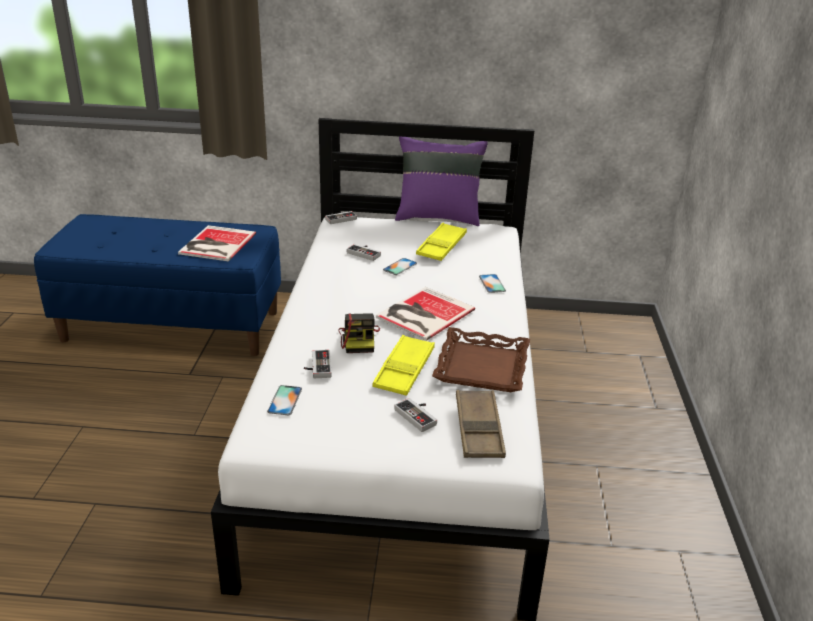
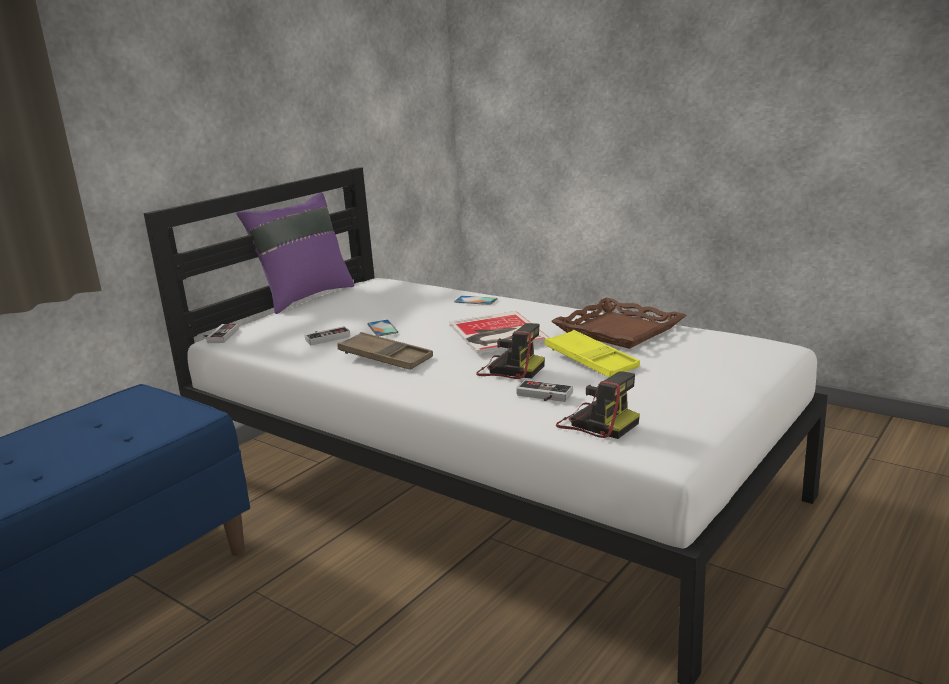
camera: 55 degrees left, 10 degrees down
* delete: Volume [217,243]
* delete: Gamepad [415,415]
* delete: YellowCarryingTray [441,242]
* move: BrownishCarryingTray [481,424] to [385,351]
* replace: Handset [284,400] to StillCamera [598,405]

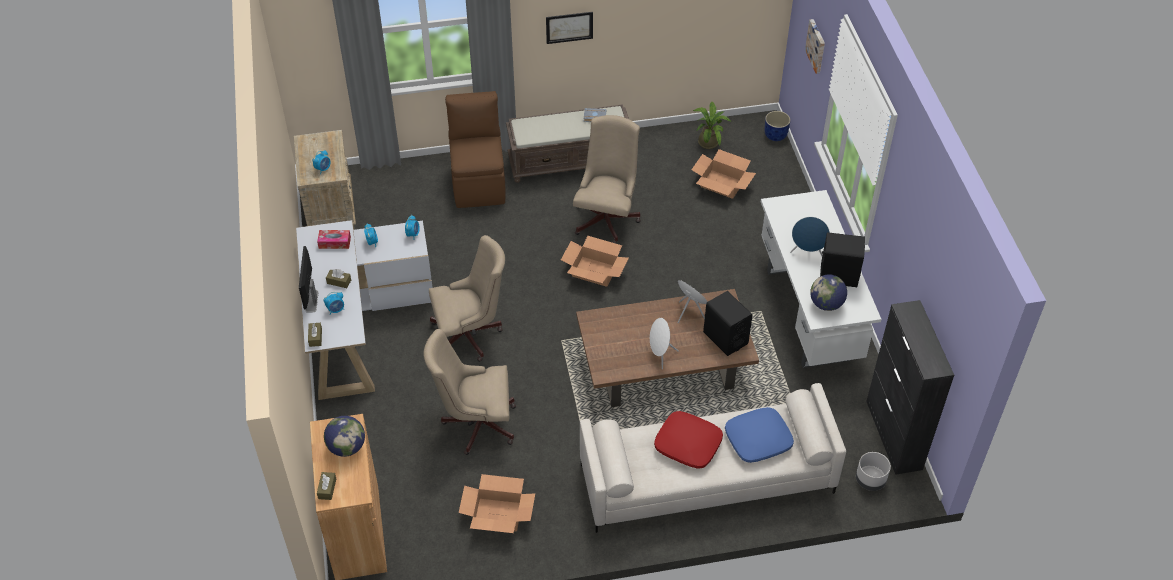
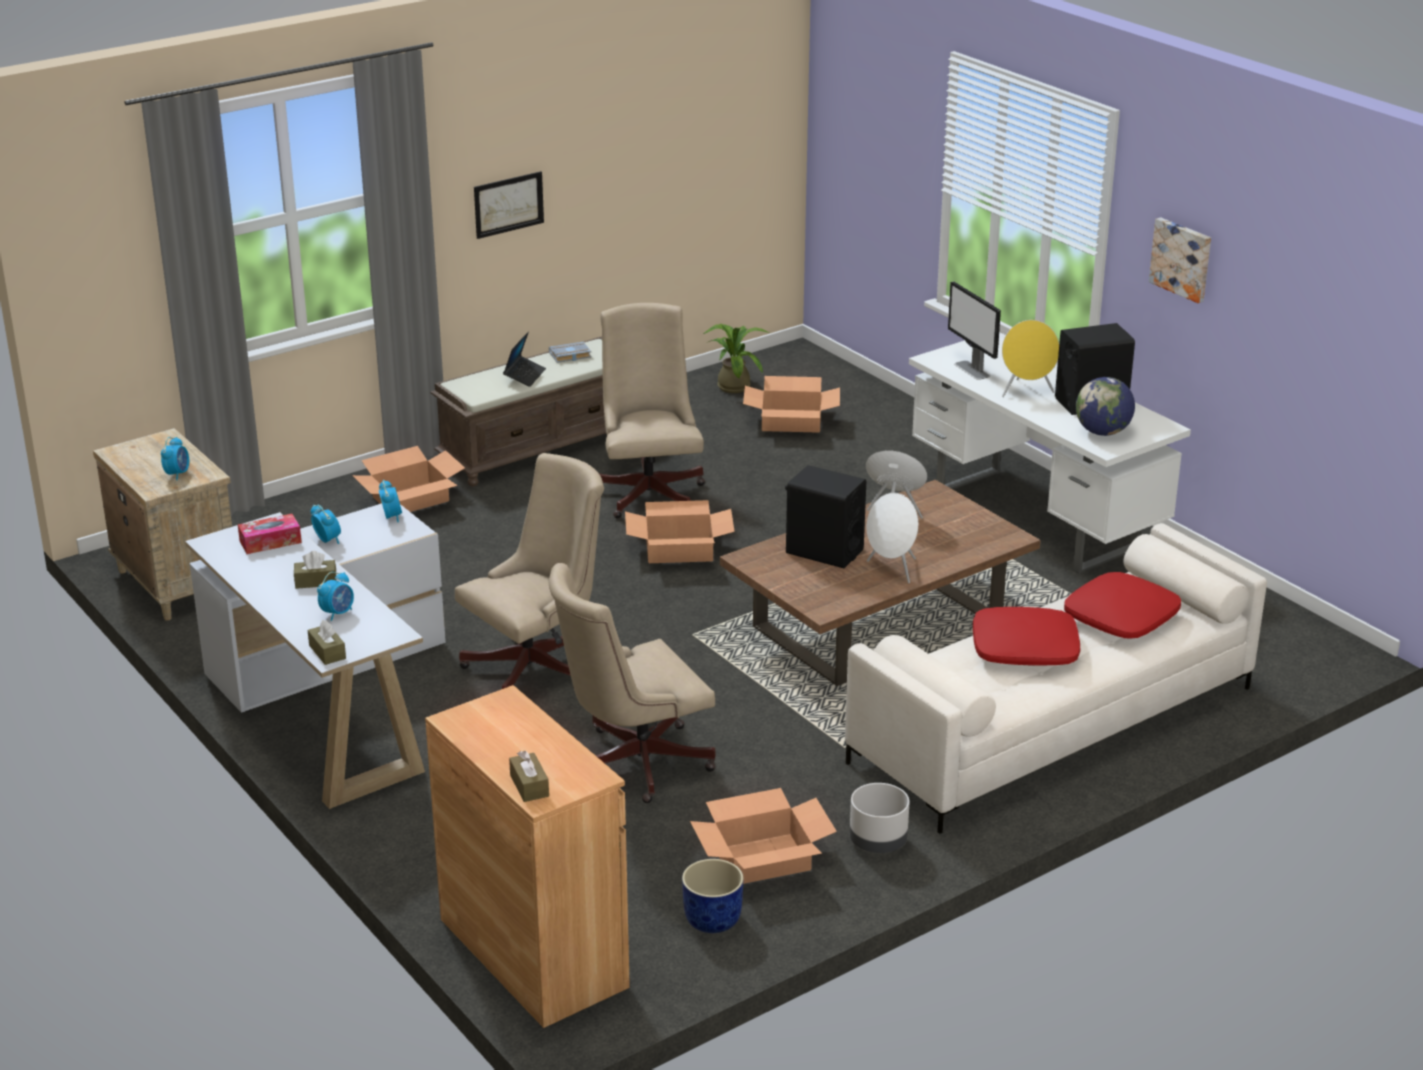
camera: 25 degrees left, 20 degrees down
* delete: Globe [344,436]
* delete: BlackColouredCabinet [910,387]
* insert: NotebookComputer [524,359]
* move: ComputerScreen [308,279] to [974,330]
* move: BlackColouredLoudspeaker [727,323] to [825,516]
* move: BlueFlowerPot [777,126] to [713,896]
* move: WallArt [815,46] to [1180,260]
* move: GreyishFlowerPot [873,471] to [880,818]
* replace: BrownishPlainChair [475,149] to CardboardBox [408,479]
* recolor: BlueCushion [759,435] to RedColouredCushion [1122,605]
* recolor: BlueLoudspeaker [810,236] to YellowLoudspeaker [1030,358]

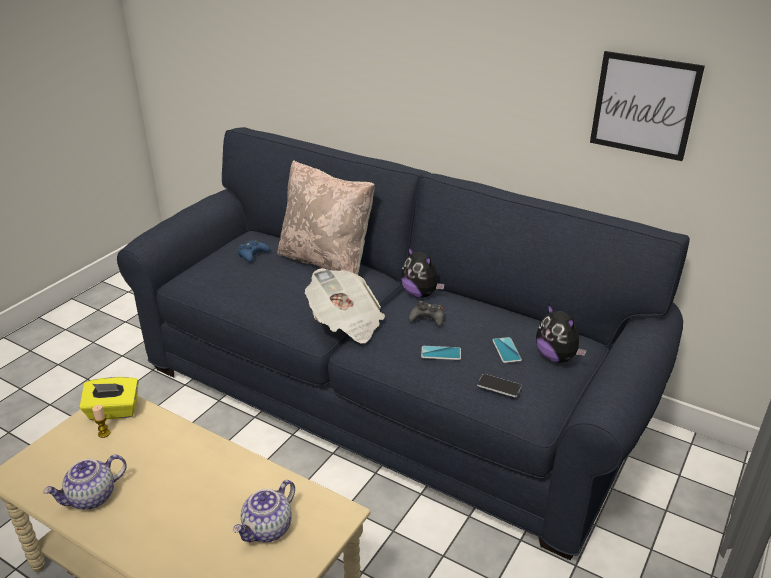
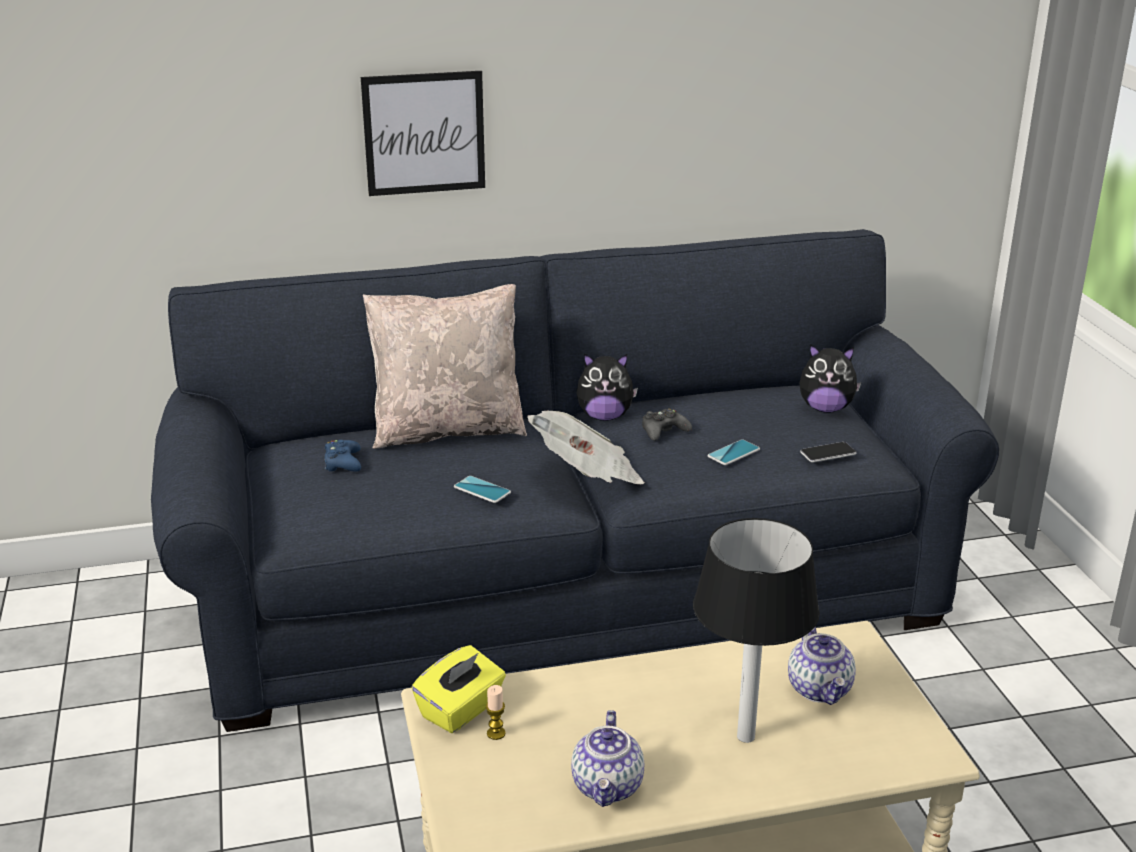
camera: 45 degrees left, 5 degrees down
* insert: TabletopLamp [756,630]
* move: Handset [507,350] to [482,489]
* move: WallArt [647,106] to [423,133]

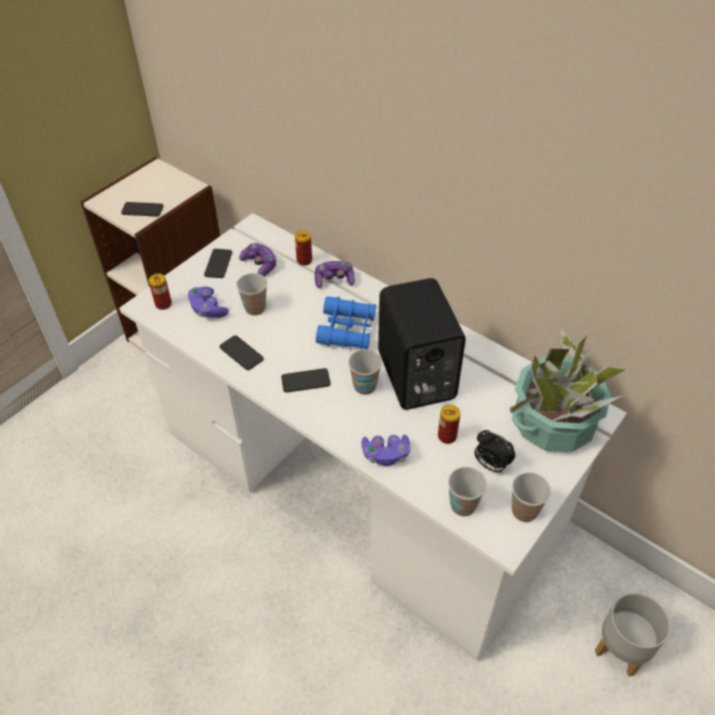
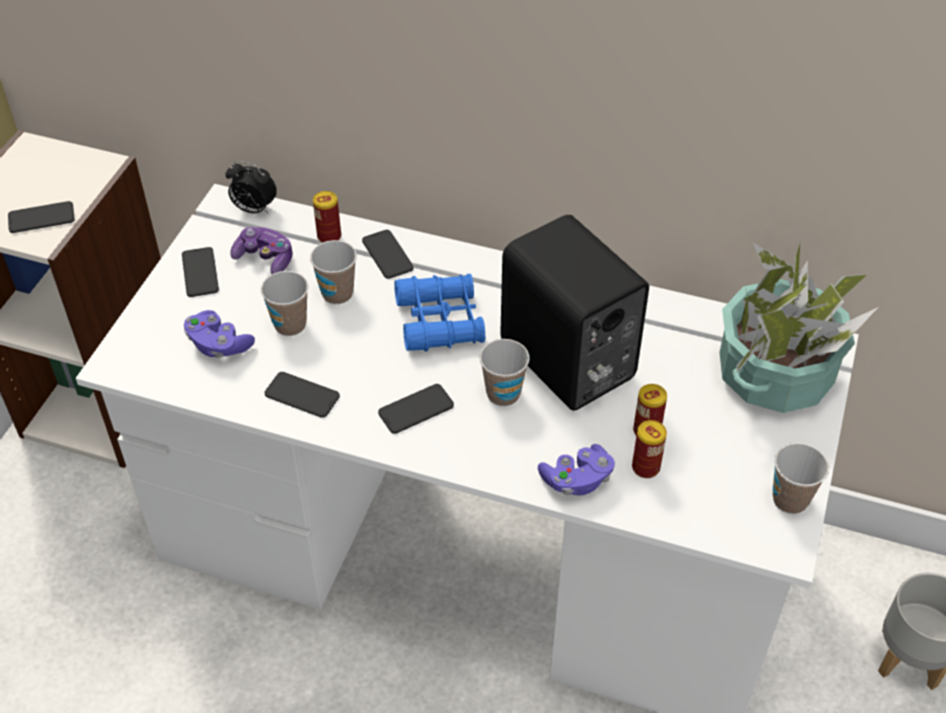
camera: 20 degrees left, 0 degrees up
* move: SealedCan [160,292] to [649,449]
* move: DrinkingCup [467,491] to [333,272]
* move: TableClock [495,451] to [251,187]
* replace: Gamepad [335,274] to Handset [388,254]

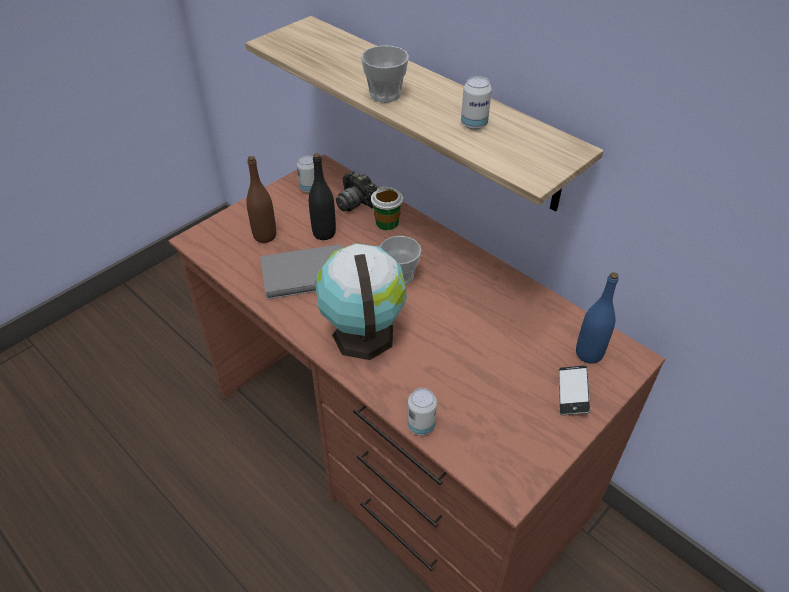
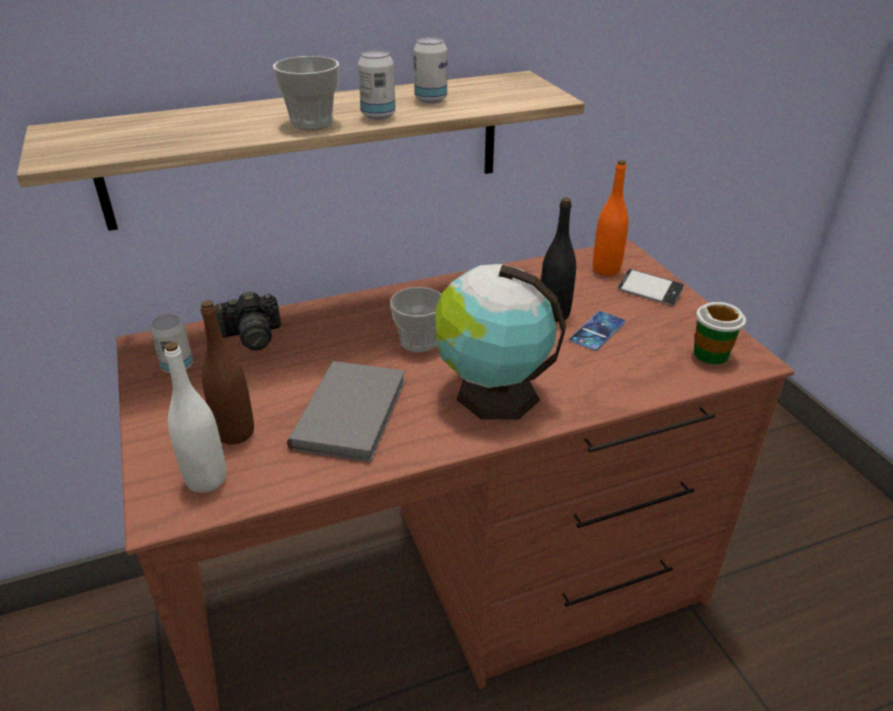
camera: 65 degrees left, 10 degrees down
* insert: WhitishBeverageBottle [195,417]
* insert: Handset [597,331]
* move: BlackColouredBeverageBottle [322,196] to [558,260]
* move: DrinkingCup [387,208] to [720,333]
* move: SealedCan [422,411] to [377,85]
* recolor: BlueBeverageBottle [597,318] to OrangeBeverageBottle [610,218]

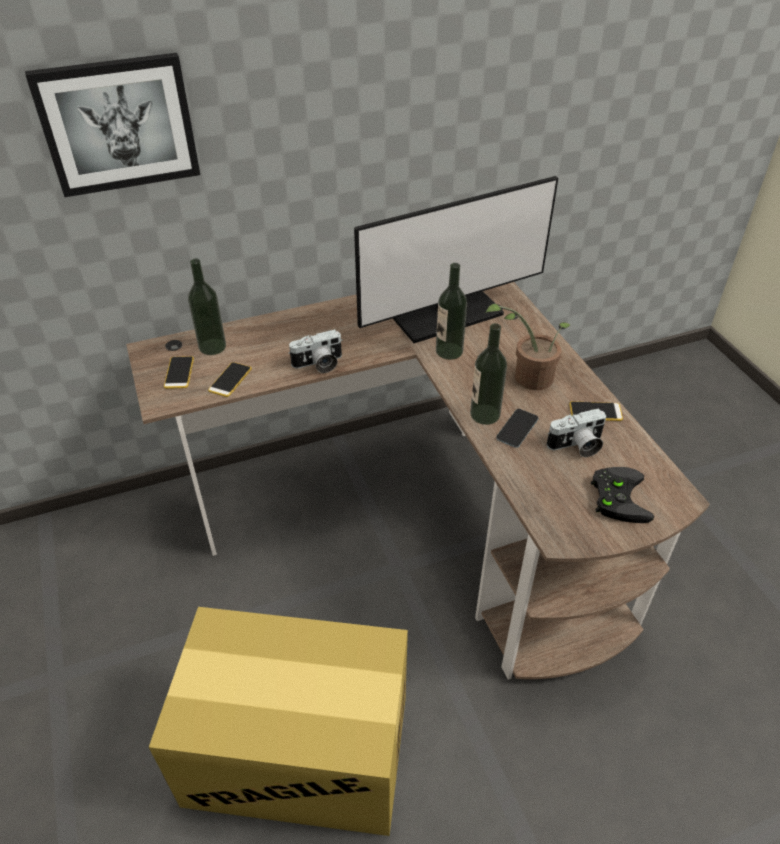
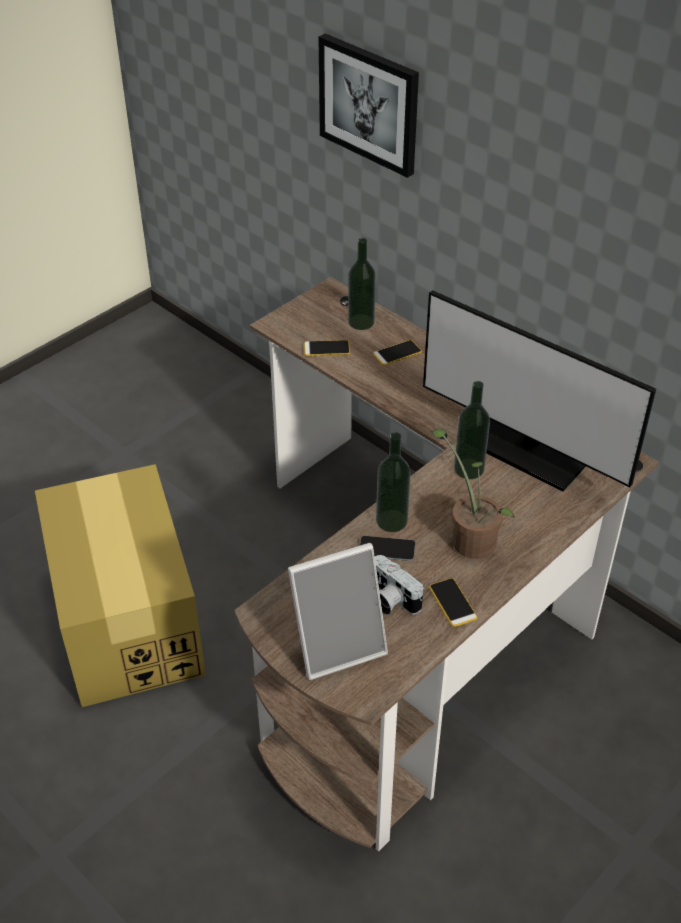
camera: 65 degrees right, 0 degrees up
* delete: StillCamera [315,351]
* move: Handset [179,372] to [397,353]
* replace: BlackColouredGamepad [622,495] to PictureFrame [338,611]

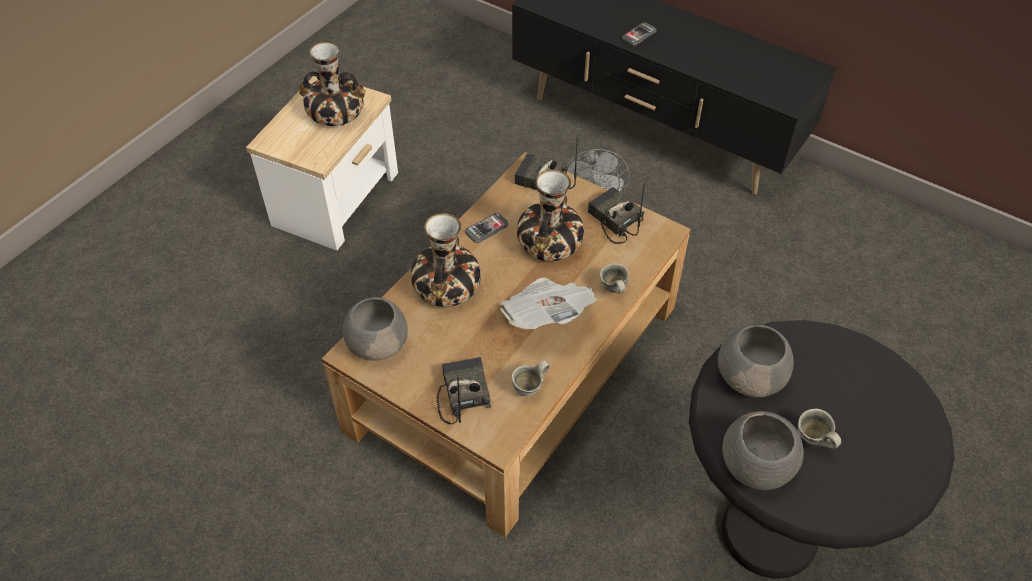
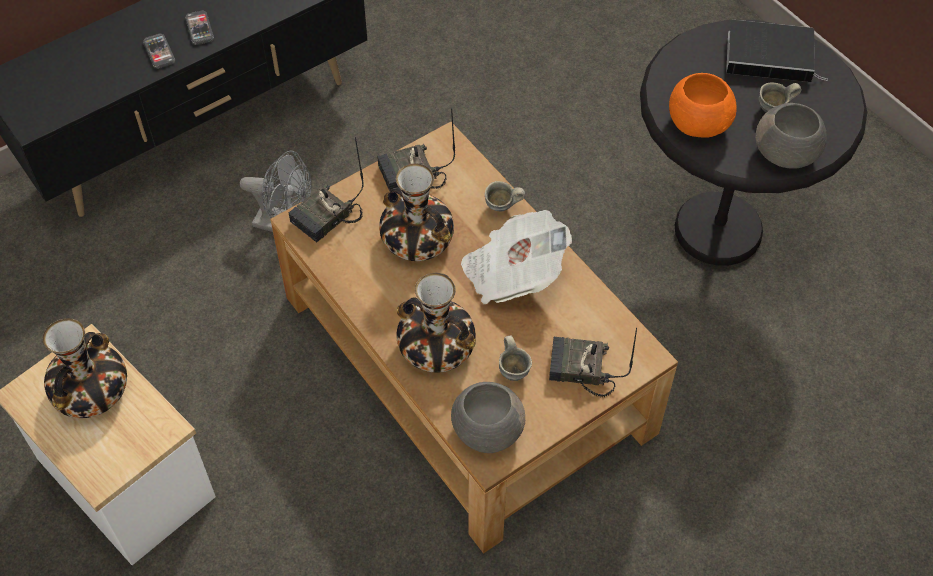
camera: 70 degrees left, 5 degrees up
* insert: Volume [777,51]
* move: Handset [487,228] to [199,28]
* move: GreyishTeaMug [531,378] to [515,358]
* recolor: GreyishDeepDish [756,361] to OrangeDeepDish [703,105]

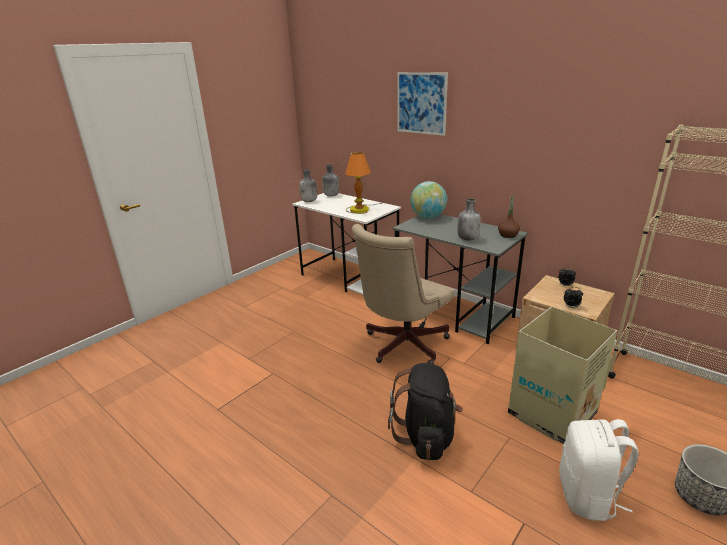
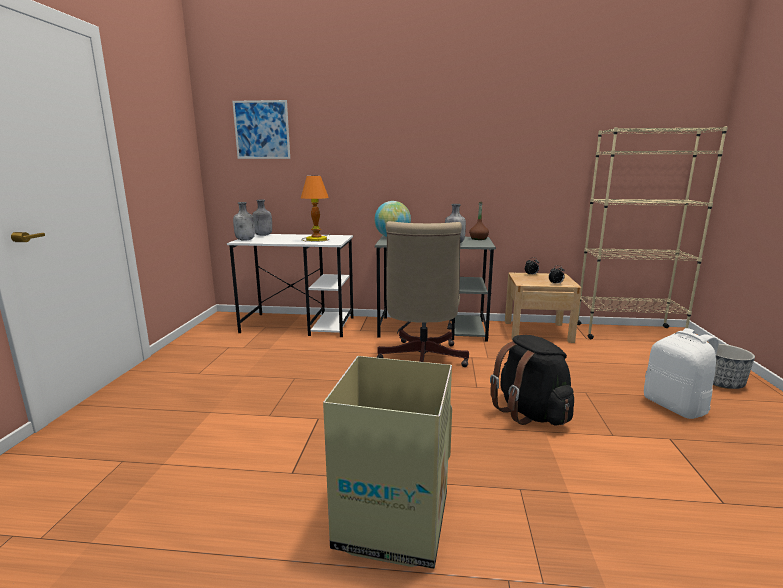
camera: 35 degrees left, 10 degrees down
* move: WallArt [422,104] to [261,129]
* move: CardboardBox [562,375] to [387,462]

